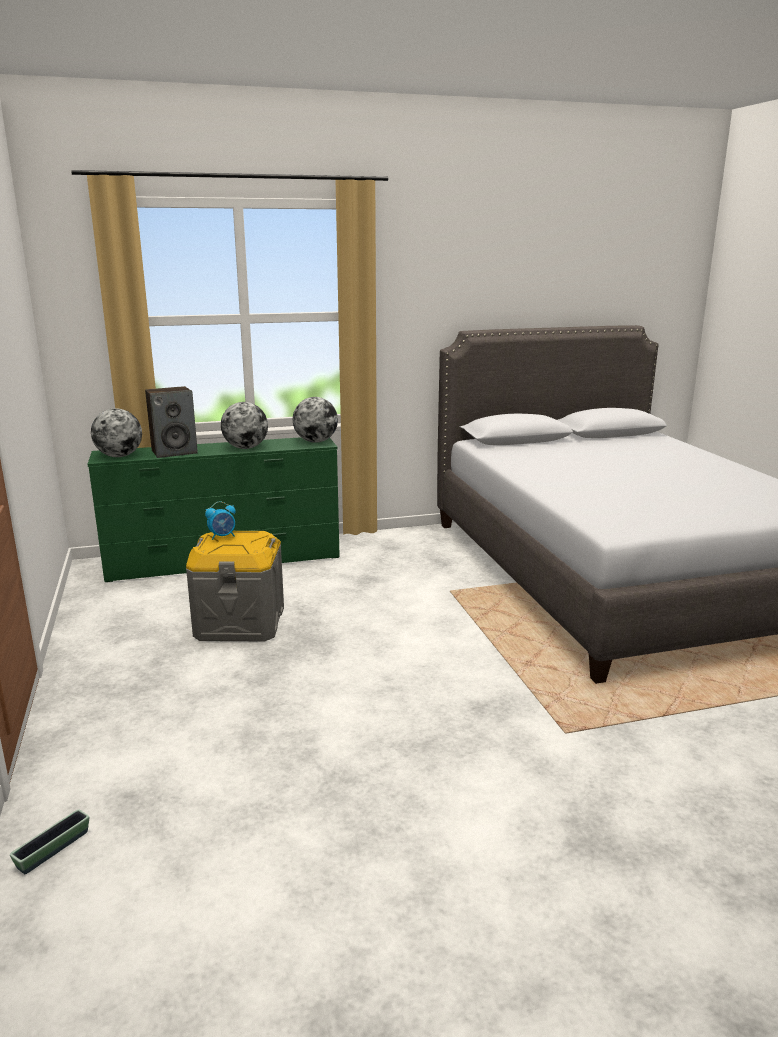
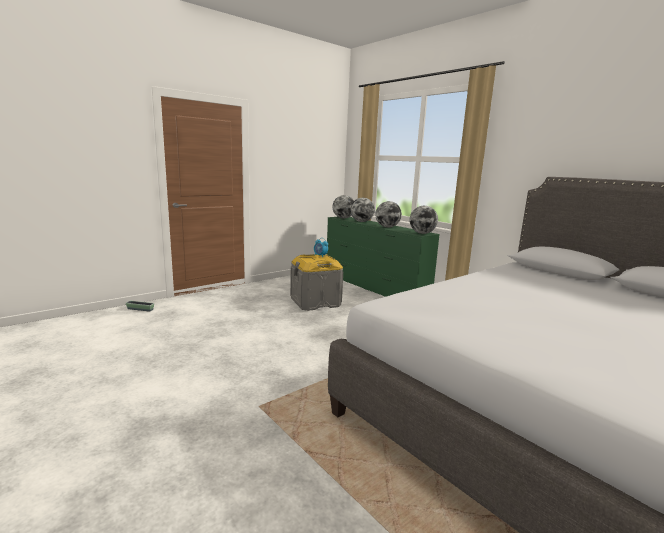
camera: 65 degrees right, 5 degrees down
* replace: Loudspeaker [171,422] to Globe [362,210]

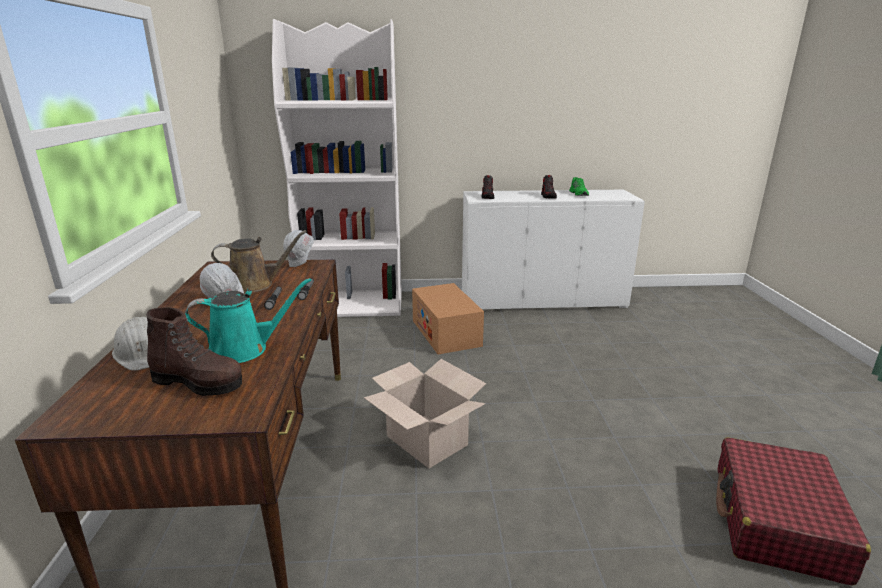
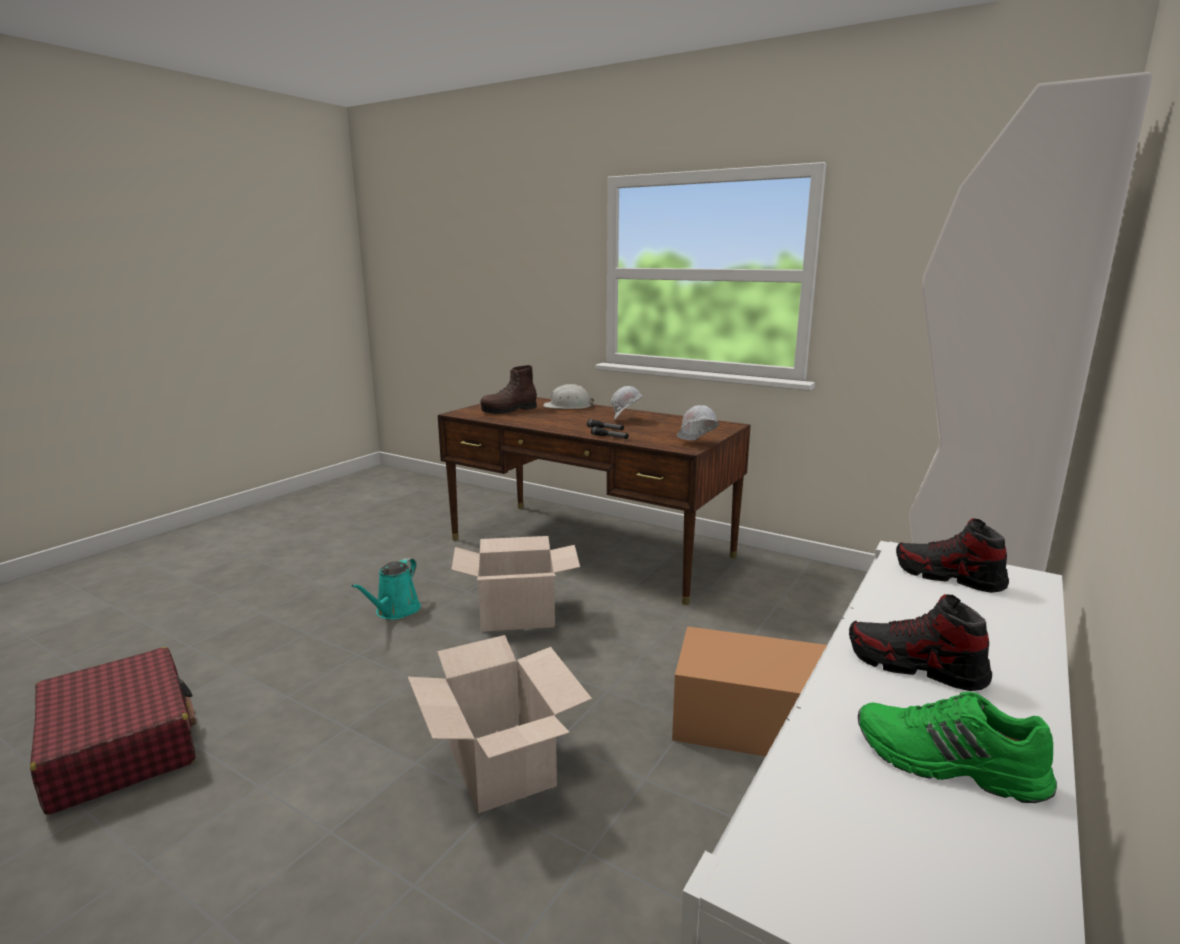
camera: 125 degrees right, 5 degrees down
* delete: BrownishWateringPot [259,261]
* insert: CardboardBox [500,724]
* move: BlueGreenWateringPot [248,320] to [386,589]

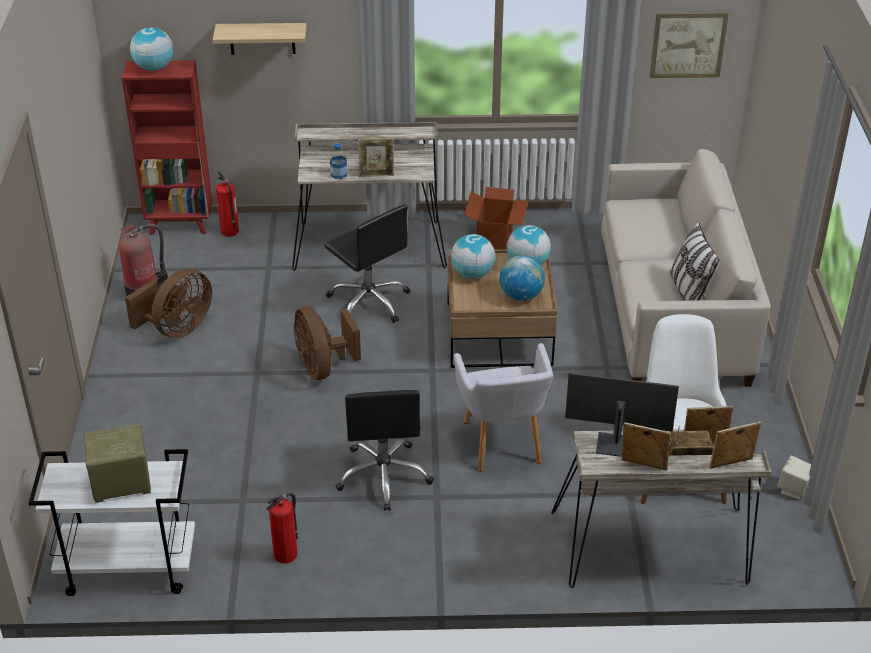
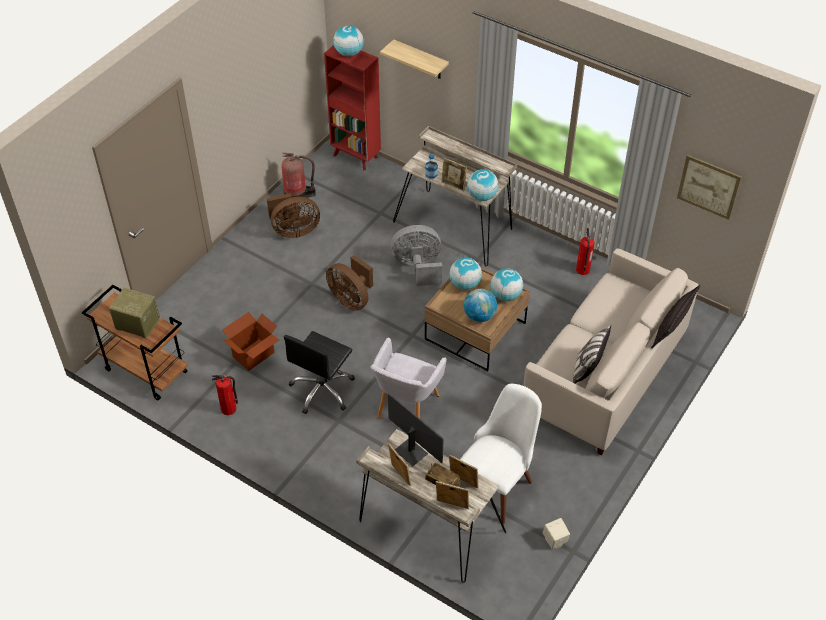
camera: 35 degrees right, 10 degrees up
* insert: Globe [483,185]
* insert: Cushion [675,317]
* move: FireFightingCylinder [227,204] to [585,251]
* move: CardboardBox [496,218] to [250,341]
* replace: BlackColouredComputerChair [367,263] to GreyishCoolingFan [416,255]
* recolor: WhitishCart [111,522] to BrownishCart [135,342]
* rotate: BrownishCoolingFan [327,343] = [349,283] 60 degrees counterclockwise

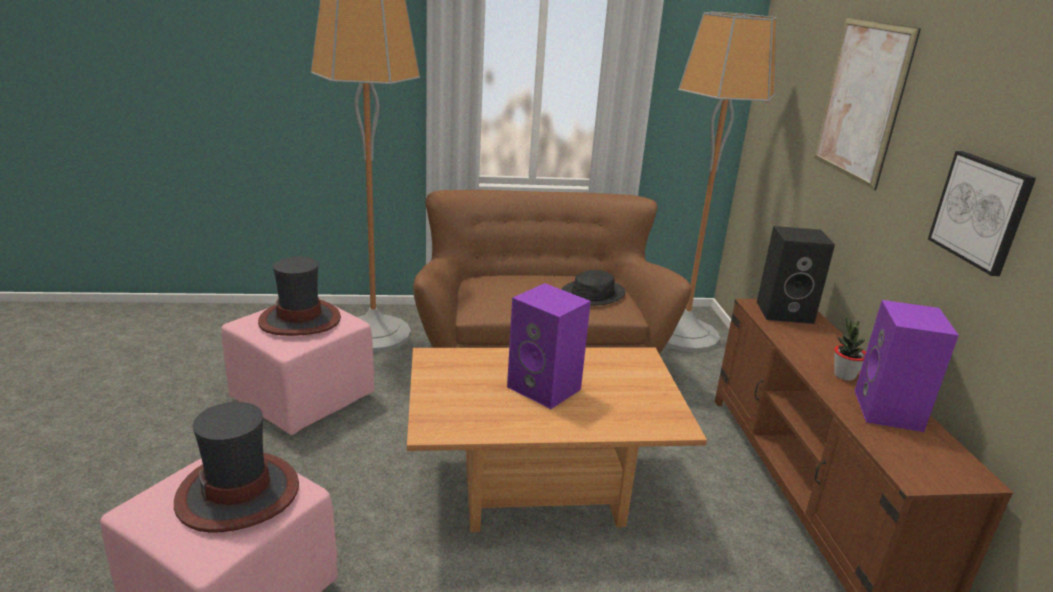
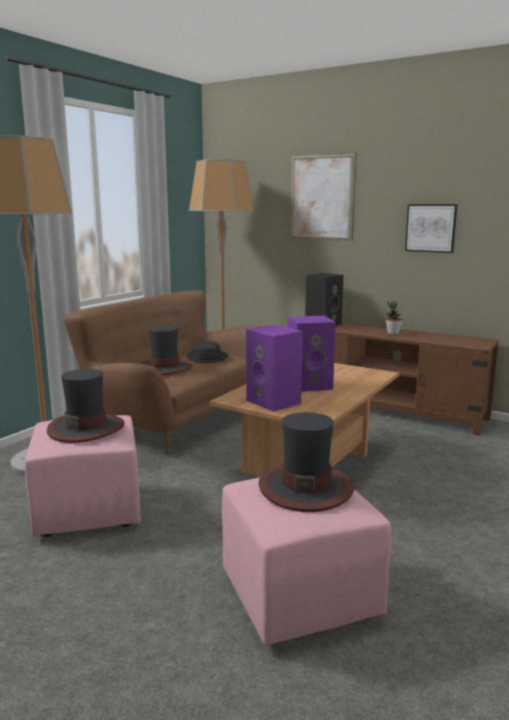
camera: 50 degrees left, 10 degrees down
* insert: Hat [166,350]
* move: PurpleColouredLoudspeaker [907,366] to [274,368]

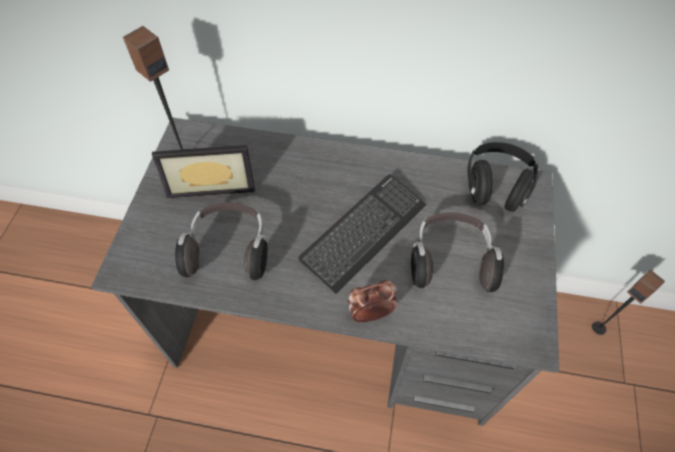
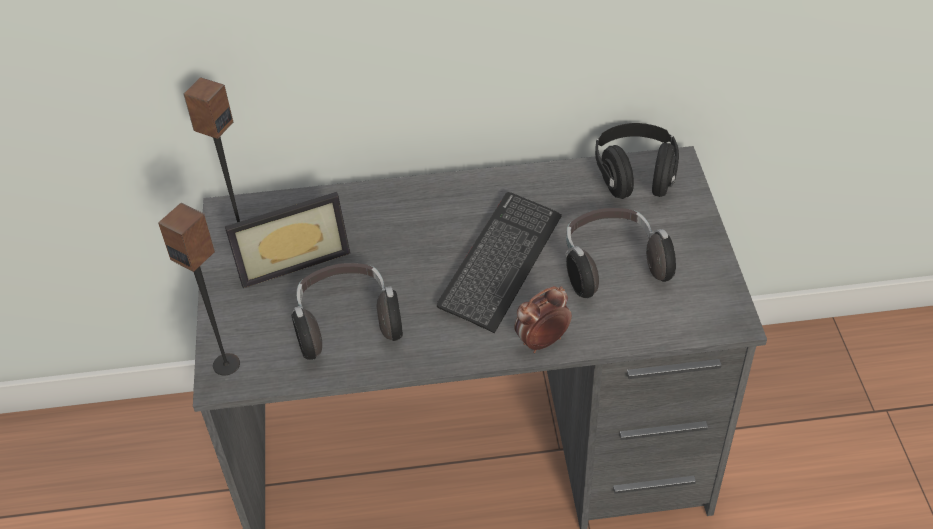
camera: 15 degrees left, 10 degrees down
* move: Loudspeaker [628,302] to [199,289]

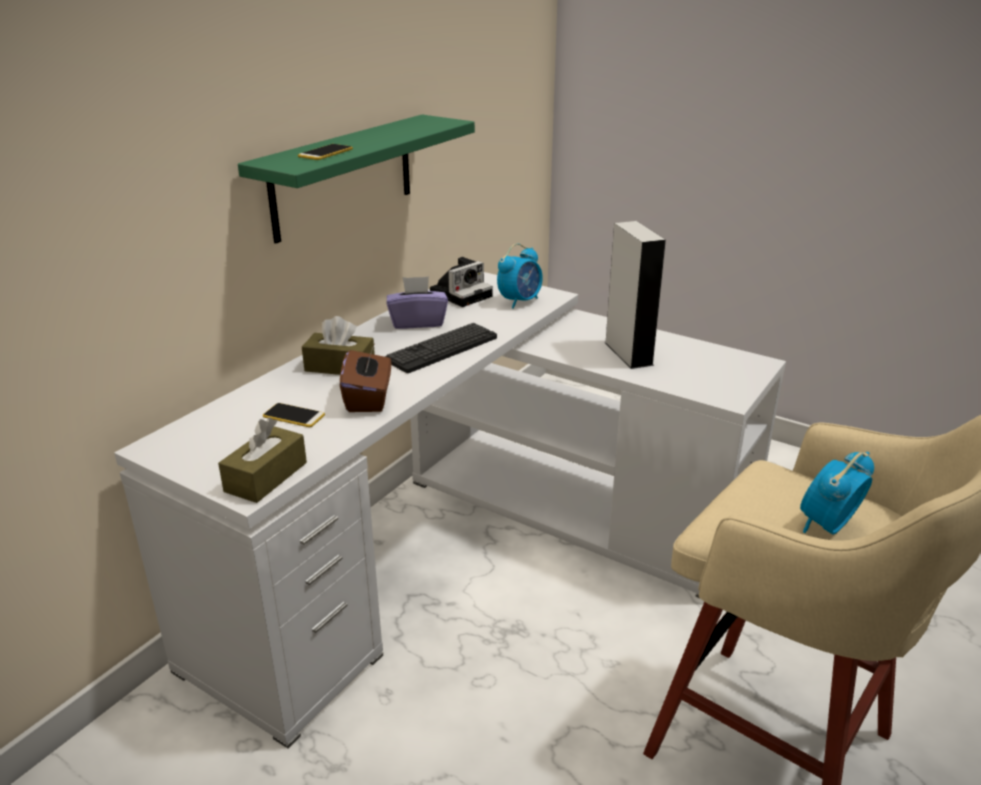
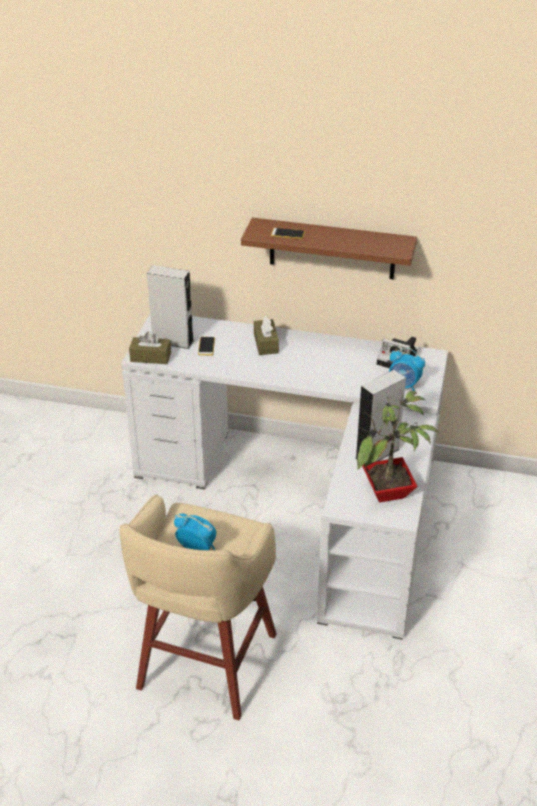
camera: 70 degrees right, 10 degrees up
* delete: BrownishTissueBox [365,378]
* delete: ComputerKeyboard [441,348]
* delete: PurpleColouredTissueBox [417,302]
* insert: GreyishLoudspeaker [170,307]
* insert: PottedPlant [398,446]
* recolor: GreenShelf [356,179] to BrownishShelf [329,248]

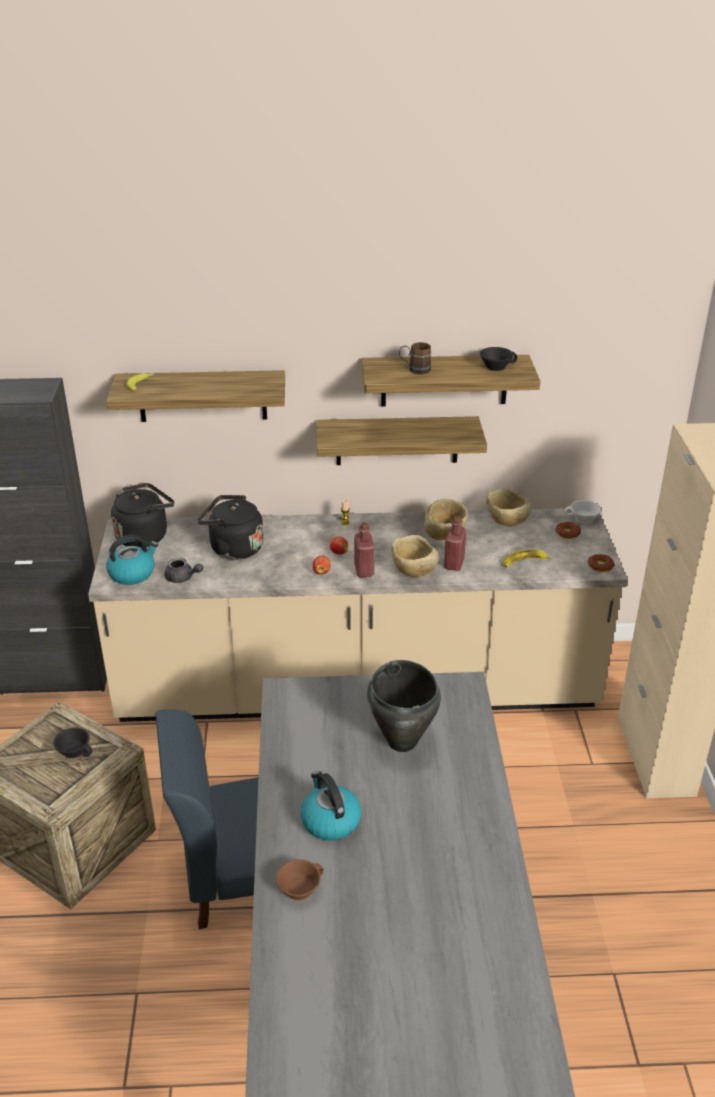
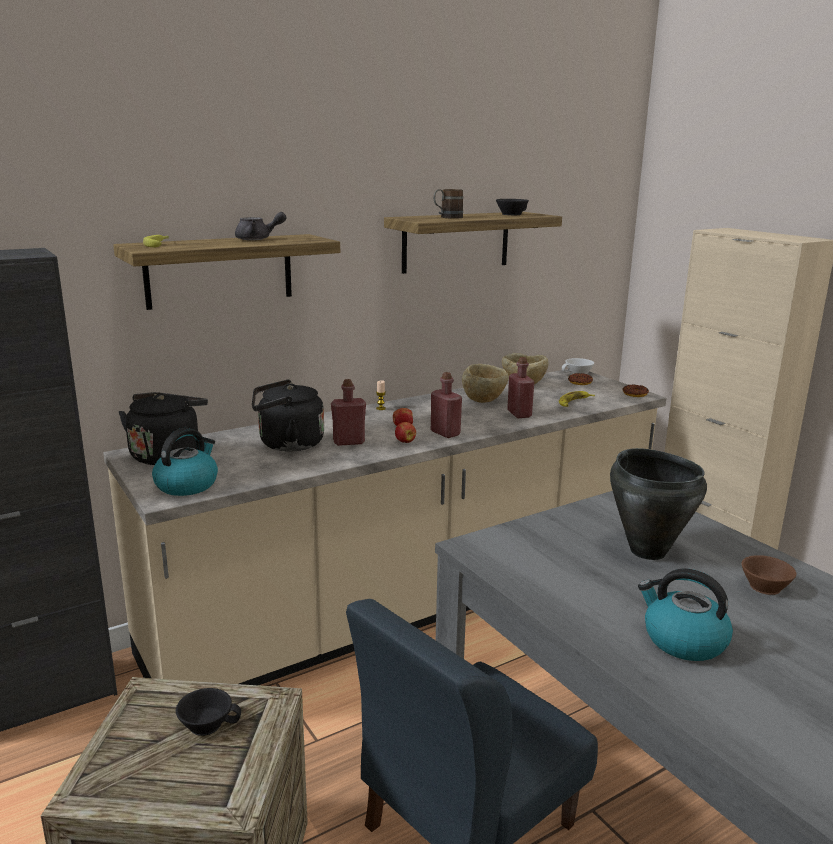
camera: 30 degrees left, 15 degrees down
* delete: Shelf [401,440]
* delete: SandColouredDeepDish [415,556]
* insert: RedColouredBeverageBottle [348,412]
* move: GreyishTeapot [183,570] to [261,226]
* move: BrownishDrinkingCup [300,880] to [769,575]

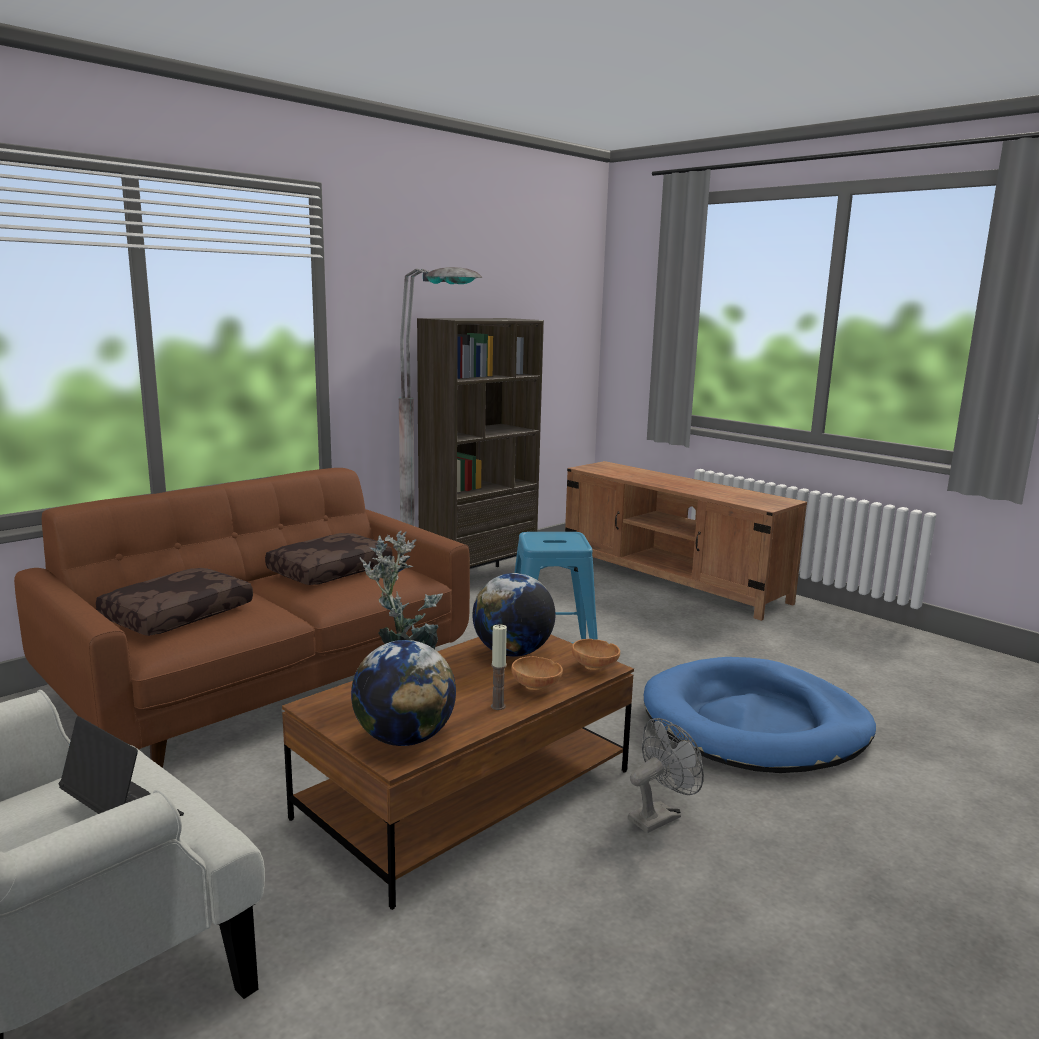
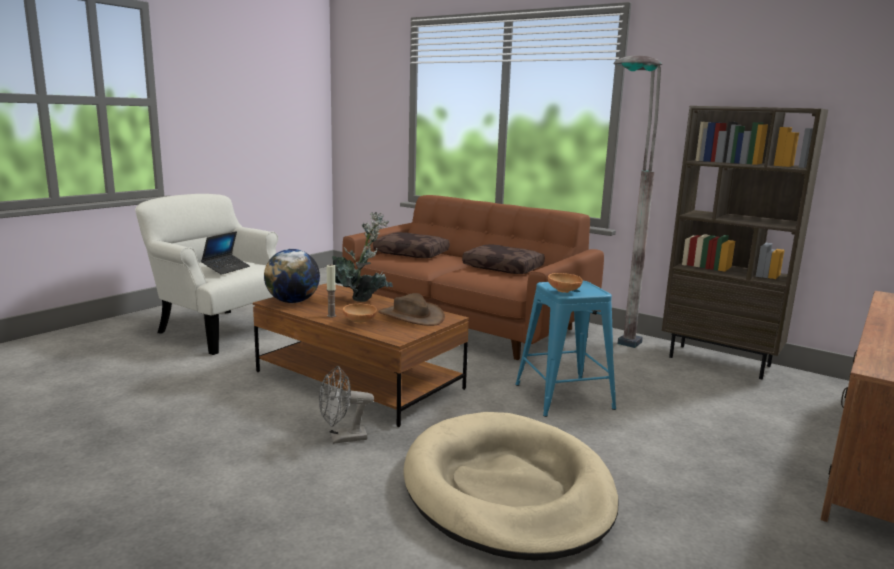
camera: 80 degrees right, 0 degrees up
* move: BrownishDeepDish [596,654] to [565,283]
* replace: Globe [513,615] to BrownishHat [411,309]
* recolor: BlueDogBed [760,715] to SandColouredDogBed [511,486]
* rotate: GreyishCoolingFan [666,775] = [346,405] 120 degrees clockwise

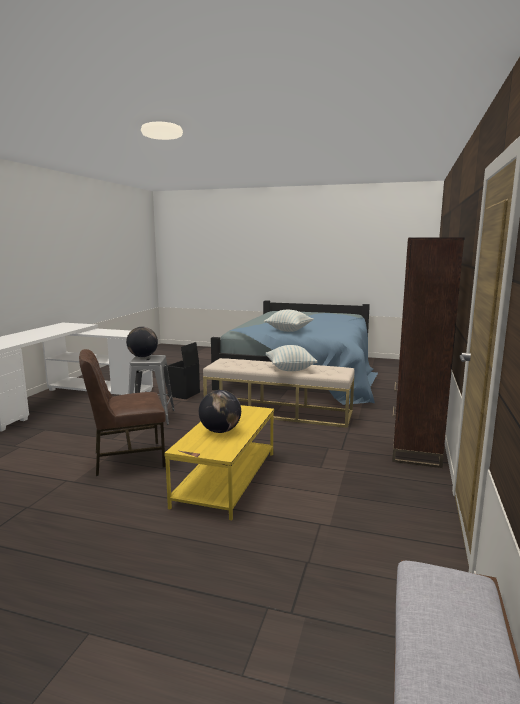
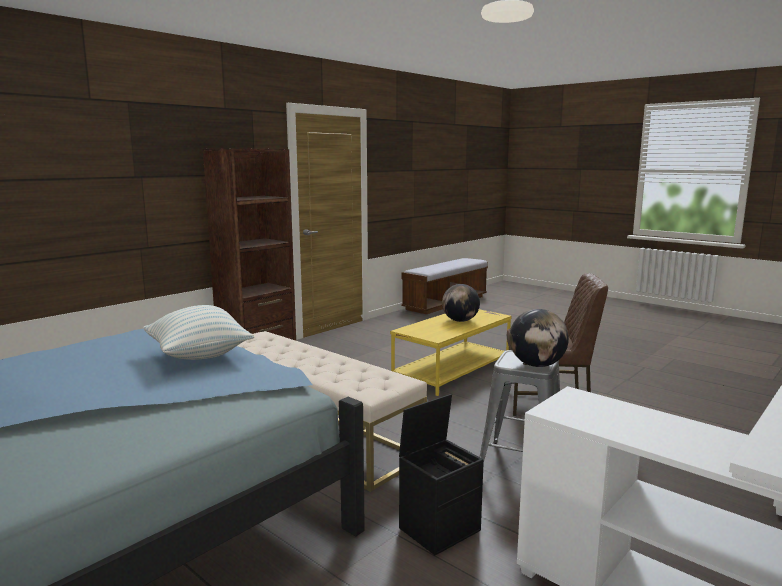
camera: 155 degrees left, 0 degrees up
* delete: Cushion [291,358]

